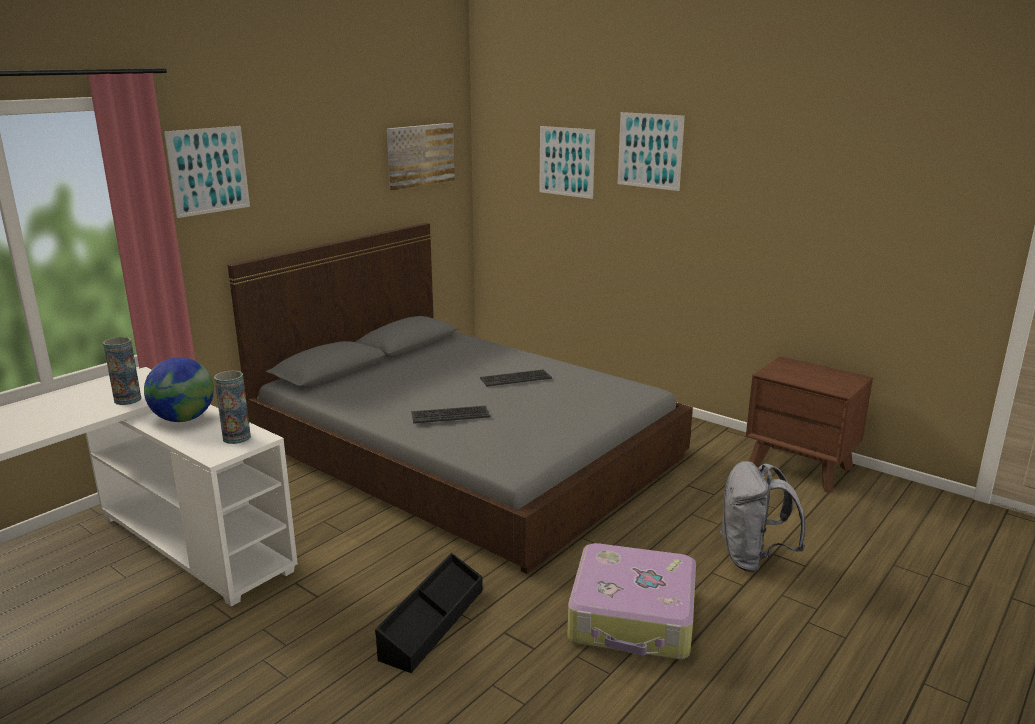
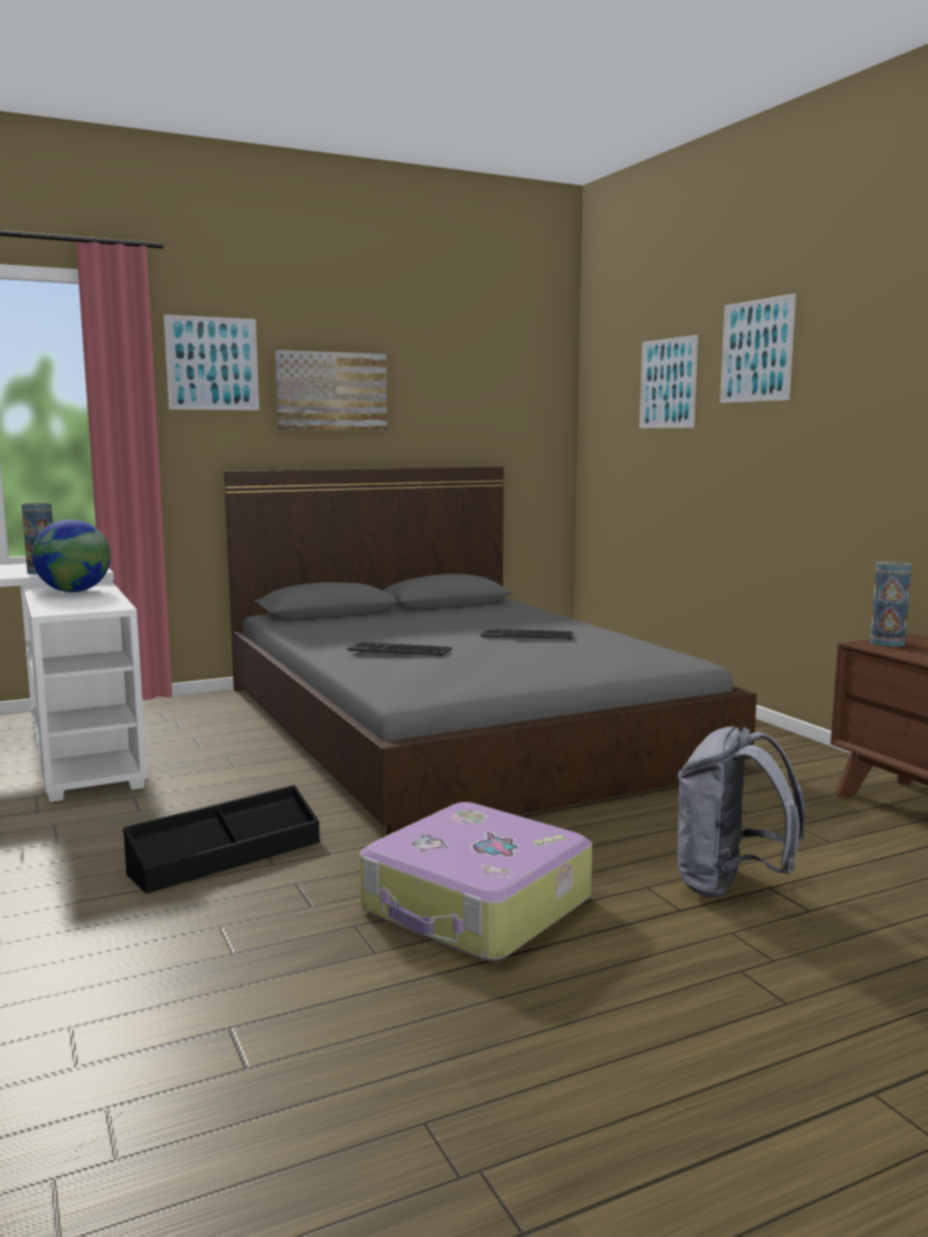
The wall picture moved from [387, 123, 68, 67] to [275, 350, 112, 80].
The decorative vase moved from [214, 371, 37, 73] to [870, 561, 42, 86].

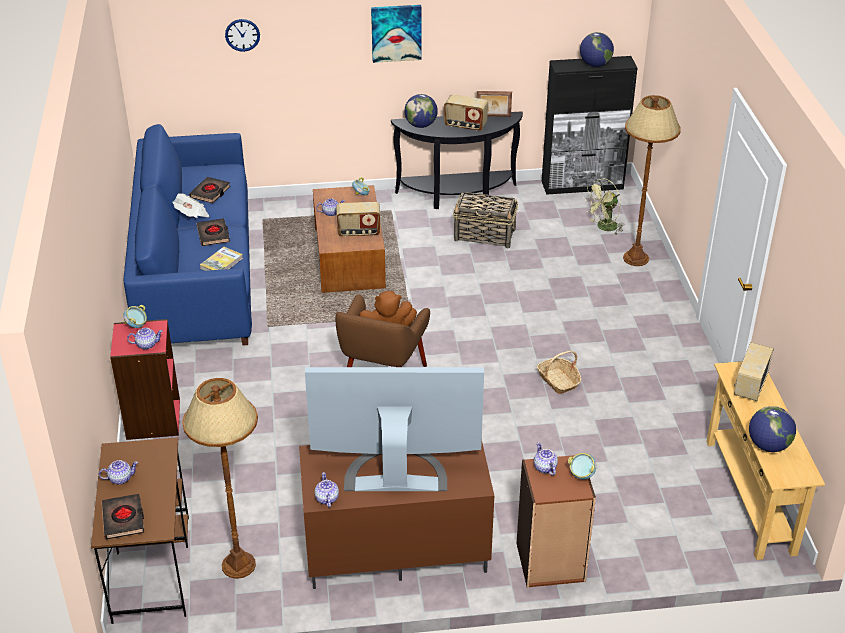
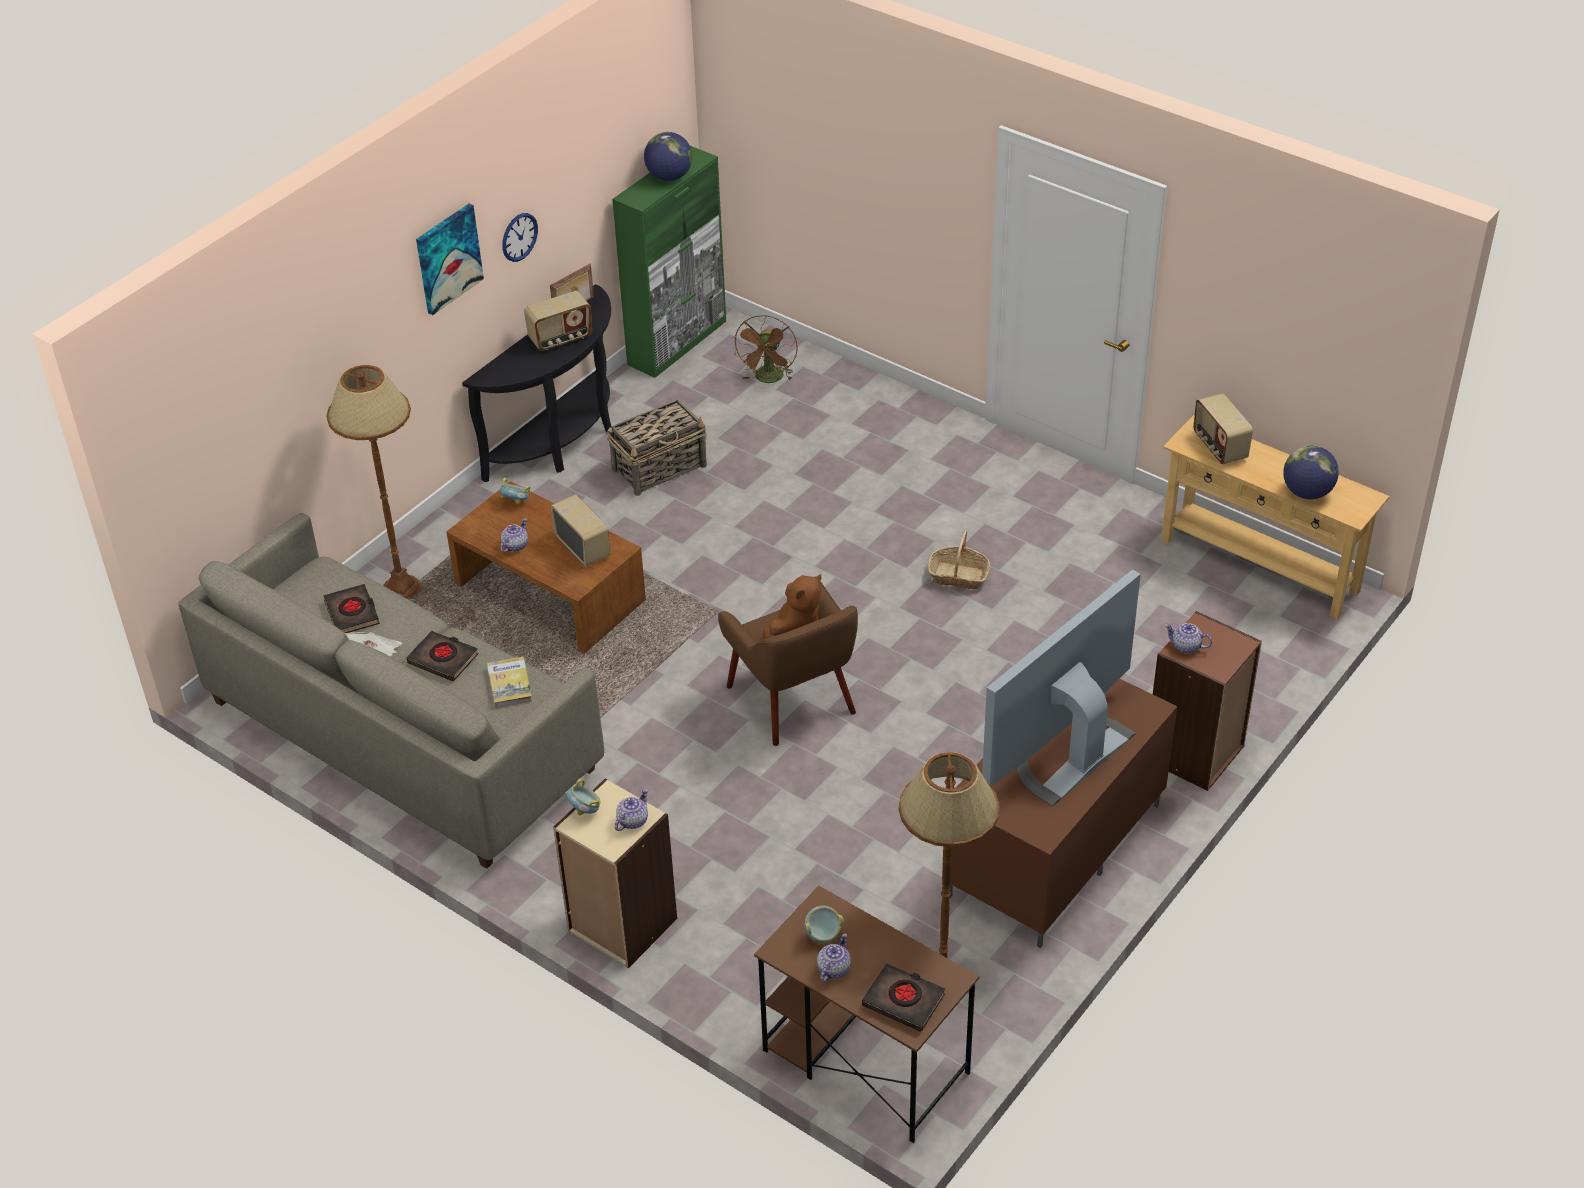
The blue-coloured sofa at [124, 124, 128, 222] became the grey sofa at [179, 513, 425, 356].
The brown standing lamp moved from [623, 95, 58, 171] to [327, 365, 94, 235].
The wall clock moved from [225, 19, 35, 33] to [502, 213, 36, 49].
The radio set at [336, 202, 44, 35] turned 75 degrees counterclockwise.
The red-coloured bookcase at [110, 319, 70, 121] became the beige bookcase at [553, 778, 124, 190].
The black cabinet at [542, 56, 95, 139] became the green cabinet at [612, 146, 114, 232].
The green fan at [587, 179, 37, 56] became the brown fan at [734, 315, 64, 68].
The bowl moved from [568, 453, 29, 27] to [805, 906, 39, 37].
The teapot at [314, 472, 25, 36] disappeared.
The globe at [404, 94, 34, 34] disappeared.

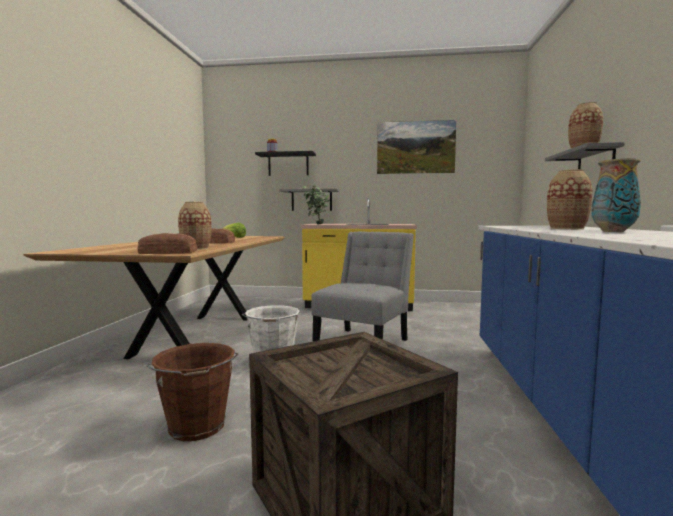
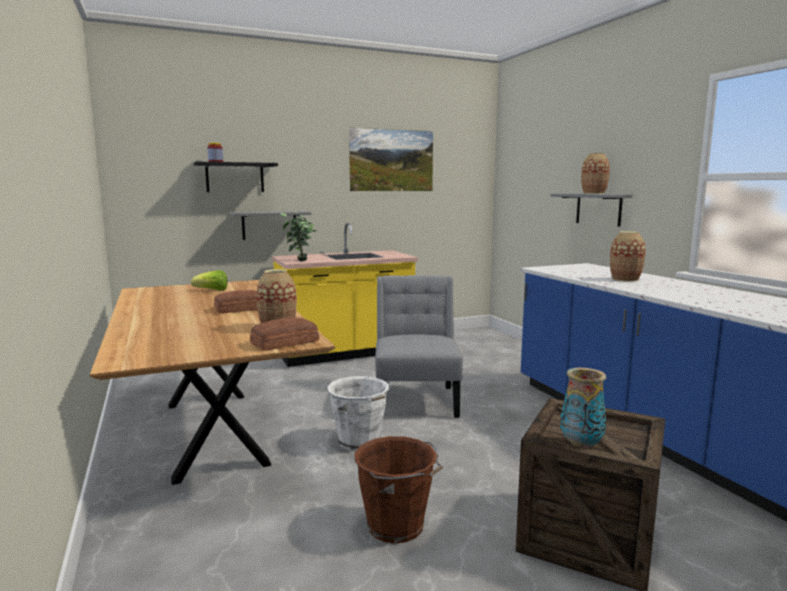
The decorative vase moved from [591, 158, 50, 74] to [560, 368, 46, 80].

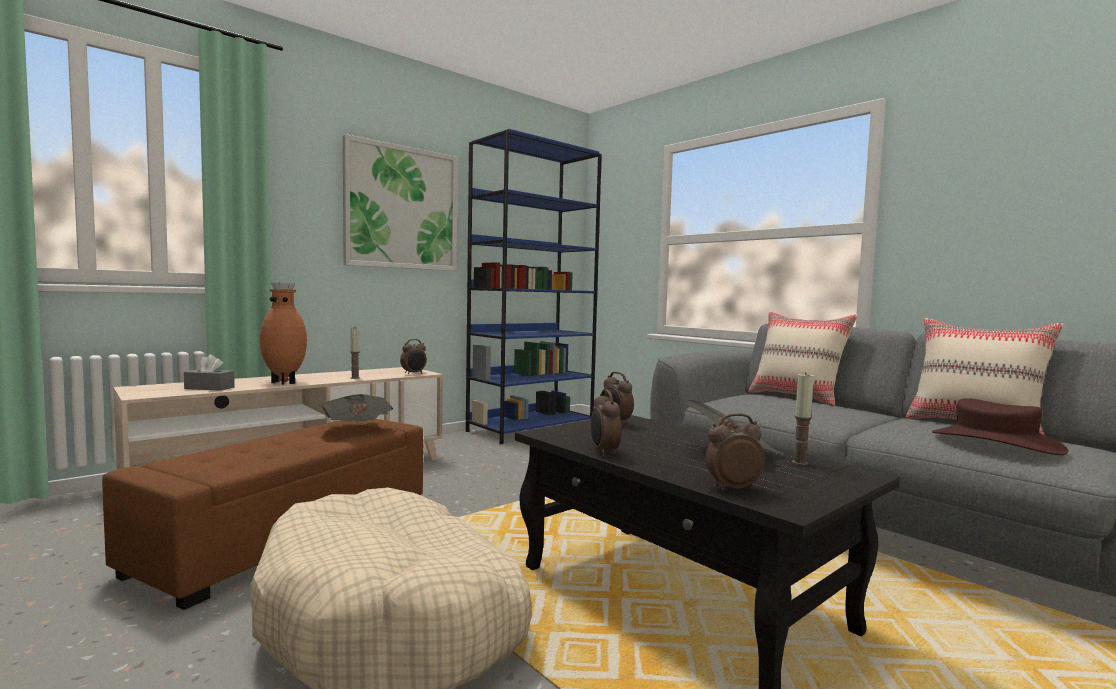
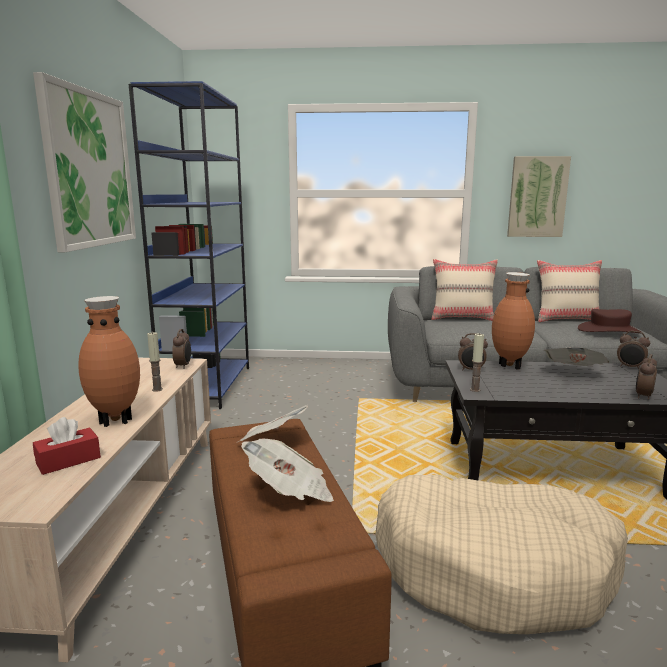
The grey box of tissues at [184, 355, 51, 36] became the red-coloured box of tissues at [33, 417, 68, 58].
The printed paper at [241, 439, 93, 63] appeared.
The wax candle moved from [792, 372, 22, 93] to [470, 333, 14, 59].
The brown decorative vase at [492, 272, 43, 98] appeared.
The wall picture at [507, 156, 64, 81] appeared.
The table clock moved from [591, 389, 30, 67] to [617, 331, 33, 38].

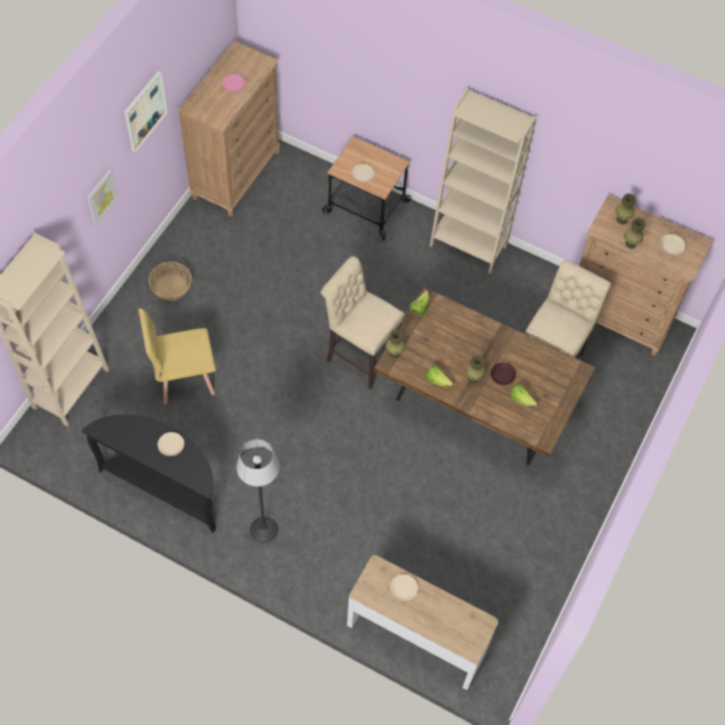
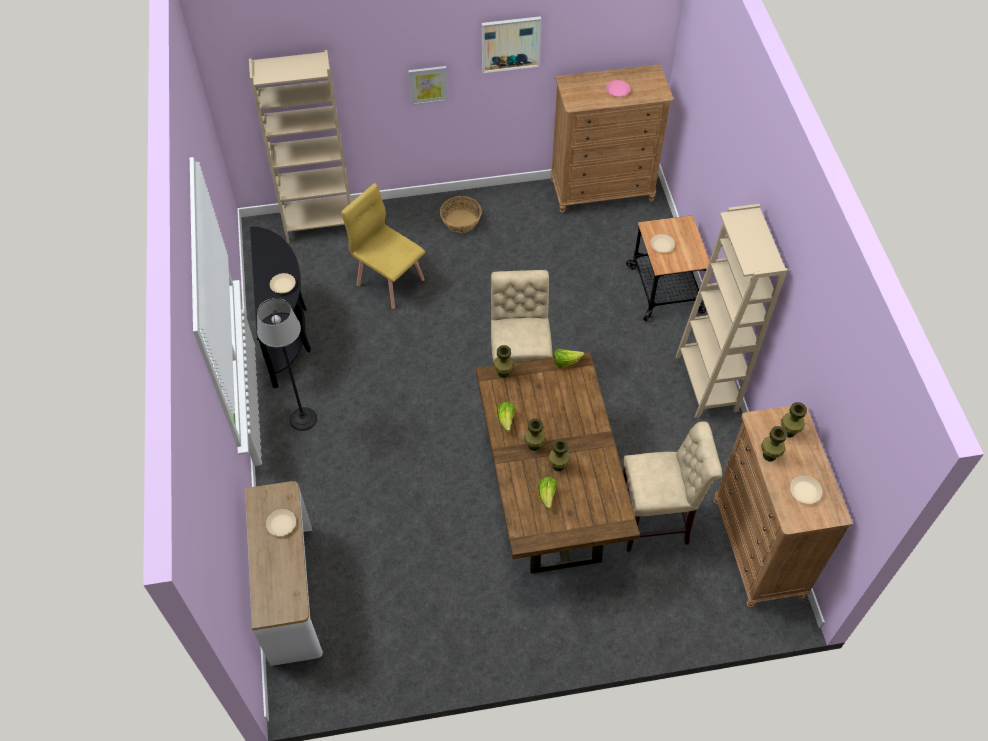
The brown flat dish at [491, 363, 25, 22] was replaced by the green decorative vase at [548, 439, 22, 32].

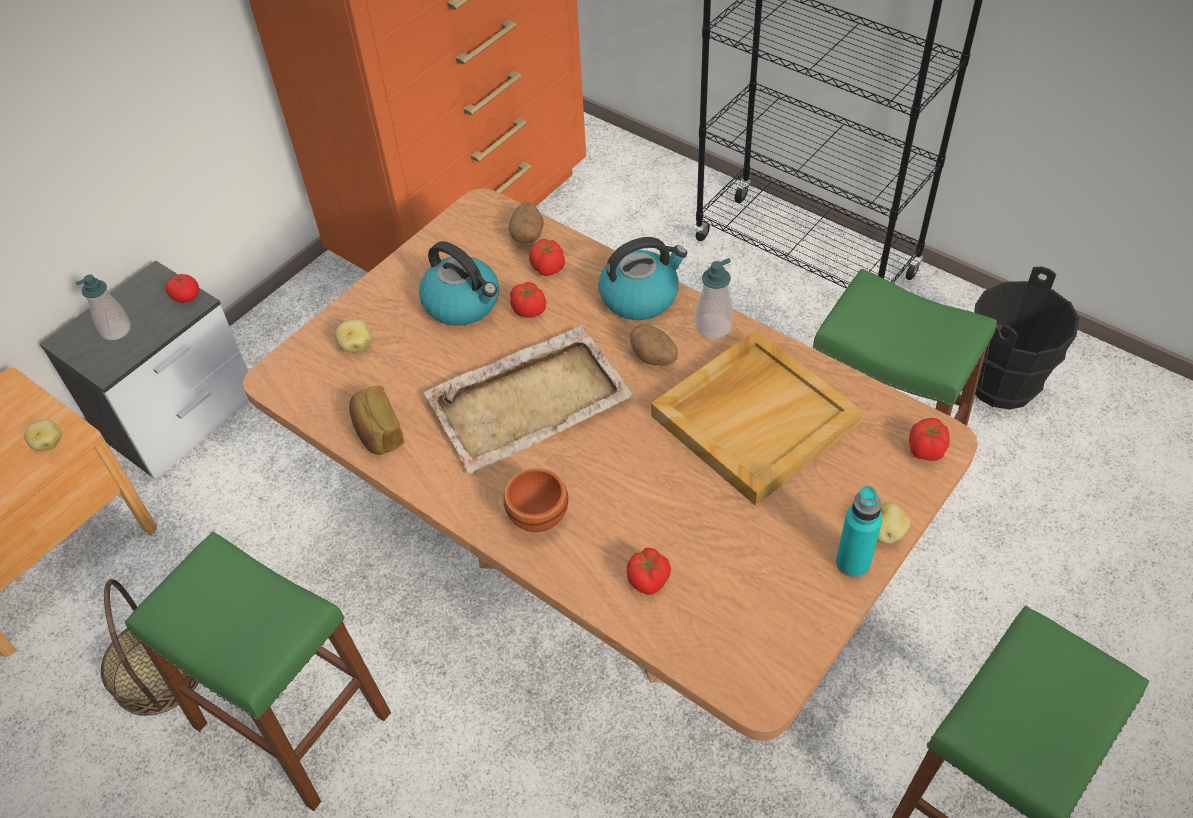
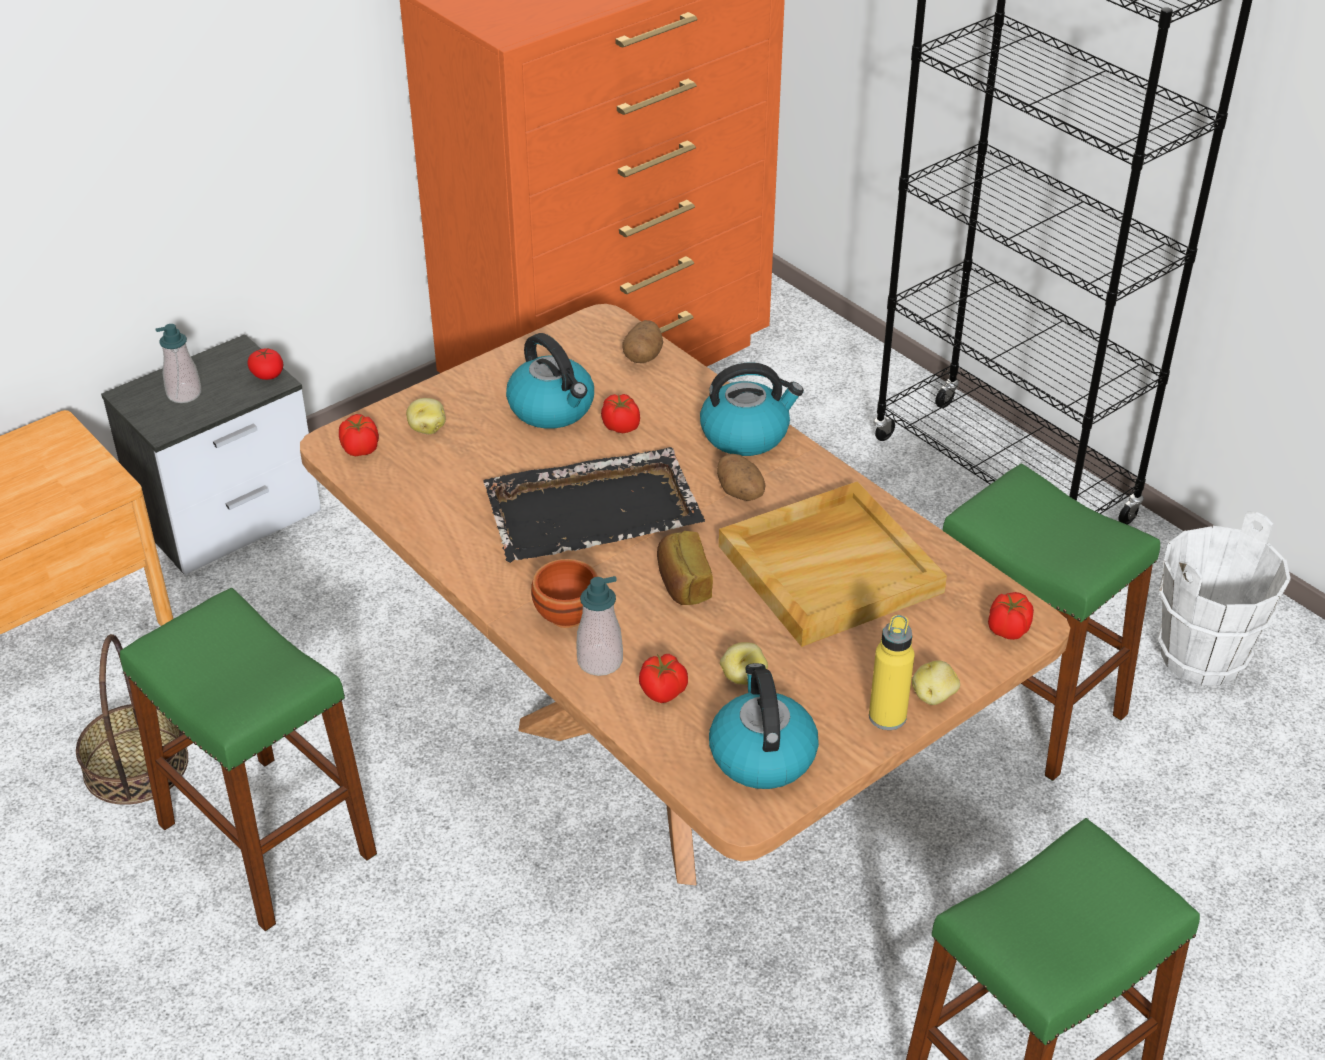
The whole tomato moved from [529, 239, 36, 37] to [339, 414, 40, 42].
The beige tray at [424, 325, 210, 149] became the black tray at [483, 447, 222, 116].
The soap dispenser moved from [696, 258, 37, 81] to [576, 576, 47, 100].
The bread moved from [349, 386, 55, 69] to [657, 531, 56, 74].
The kettle at [709, 663, 110, 126] appeared.
The potato moved from [24, 419, 38, 32] to [720, 642, 48, 43].
The turquoise-coloured drink bottle at [836, 486, 46, 92] became the yellow-coloured drink bottle at [869, 615, 46, 115].
The black water bucket at [974, 266, 105, 144] became the white water bucket at [1158, 512, 133, 173].

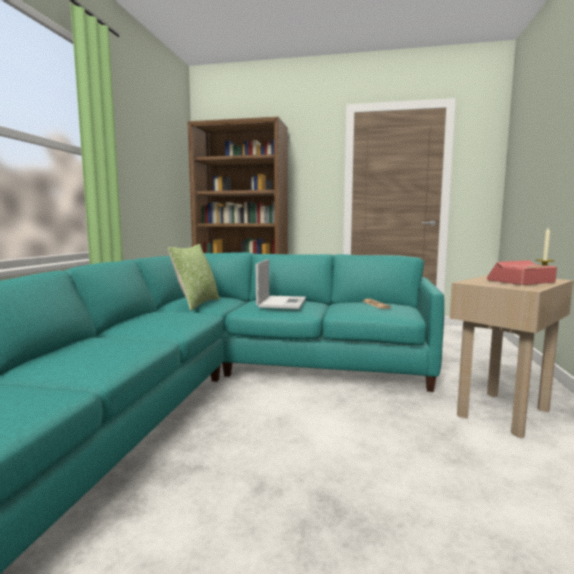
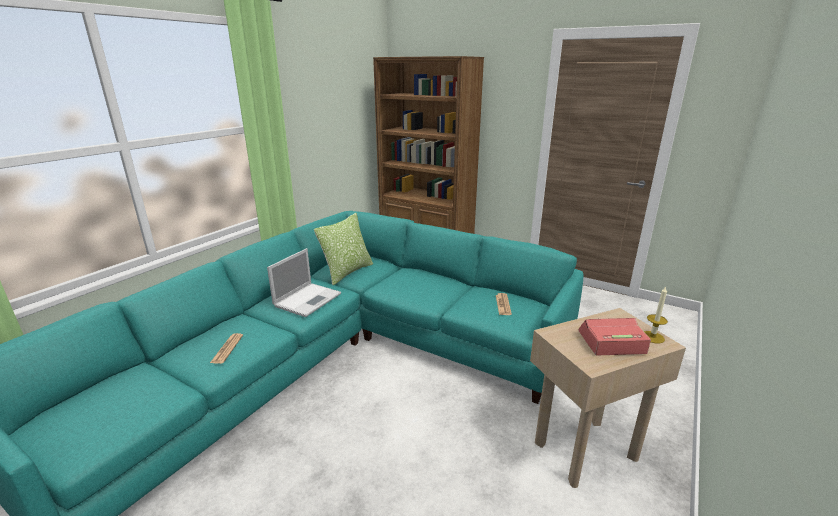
The printed paper at [210, 333, 33, 31] appeared.
The laptop moved from [256, 259, 50, 50] to [267, 248, 74, 69].

